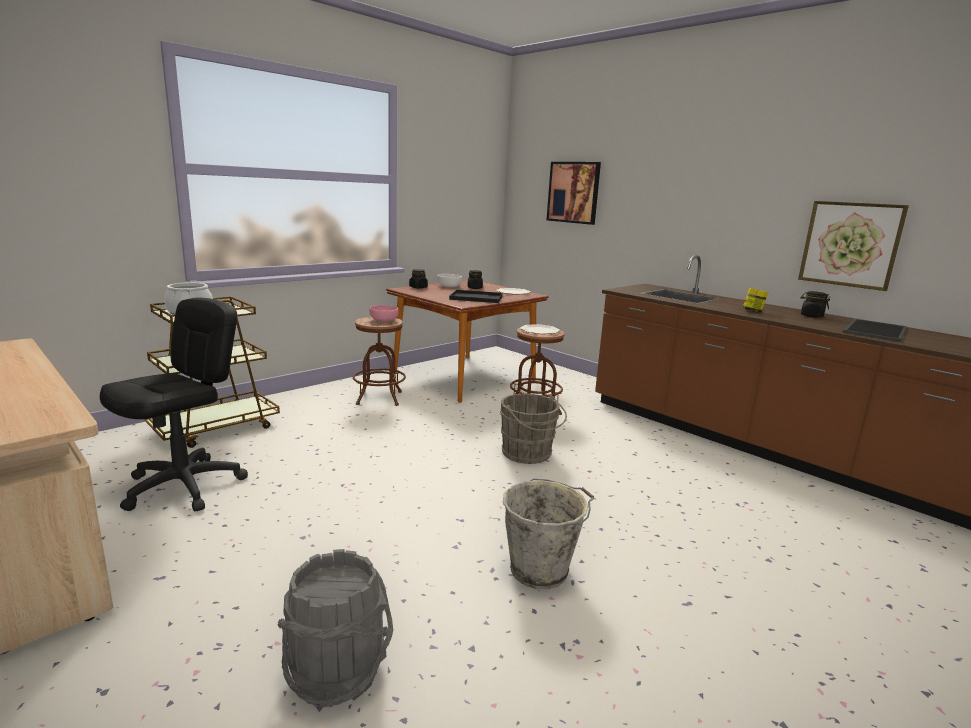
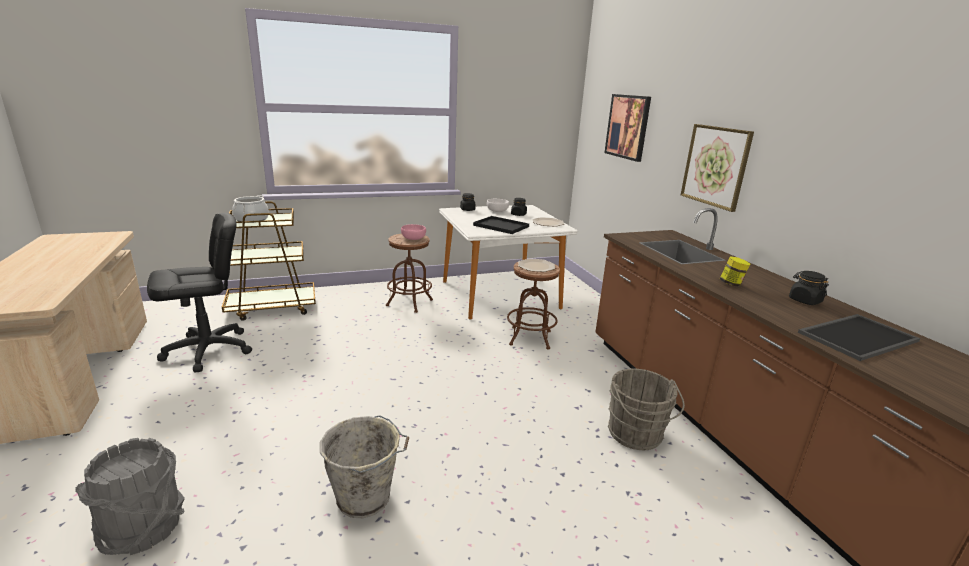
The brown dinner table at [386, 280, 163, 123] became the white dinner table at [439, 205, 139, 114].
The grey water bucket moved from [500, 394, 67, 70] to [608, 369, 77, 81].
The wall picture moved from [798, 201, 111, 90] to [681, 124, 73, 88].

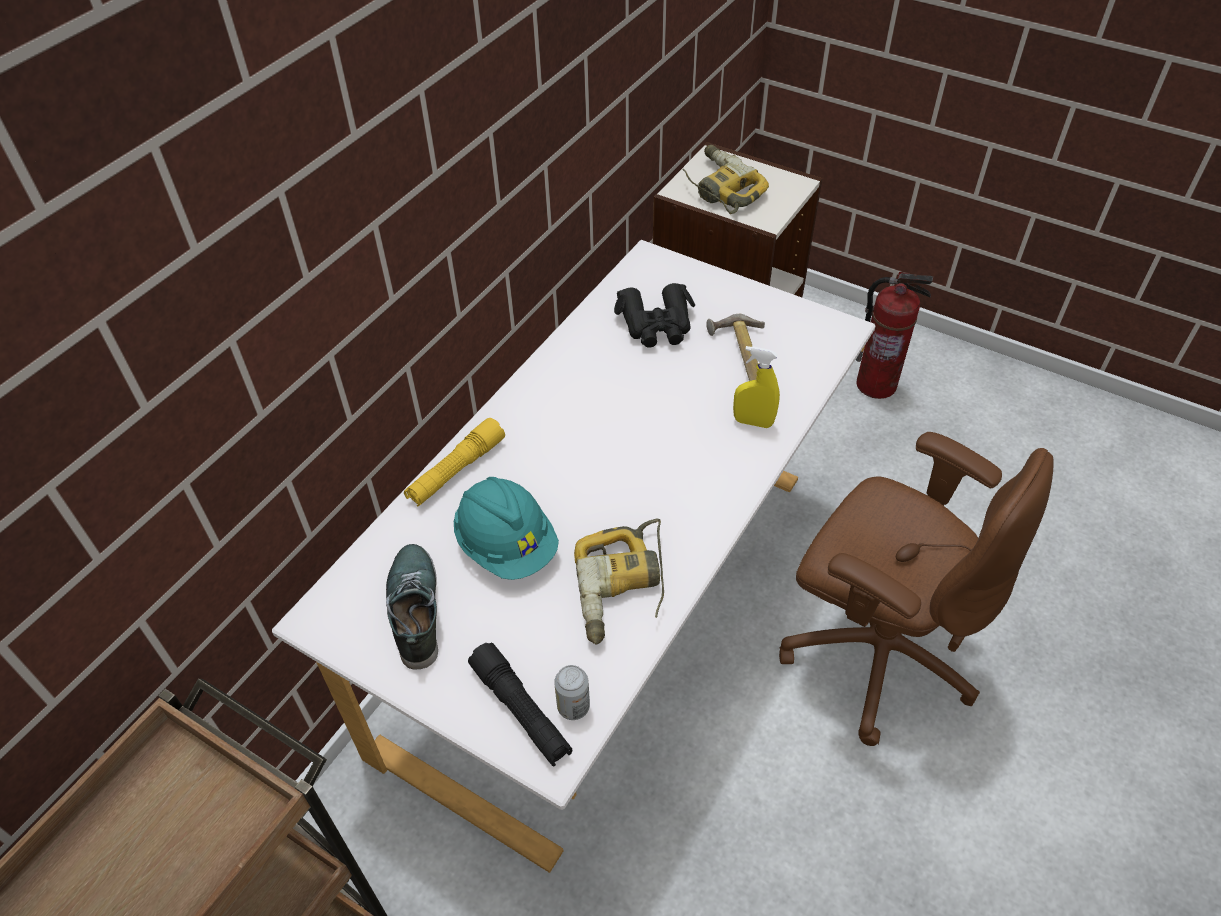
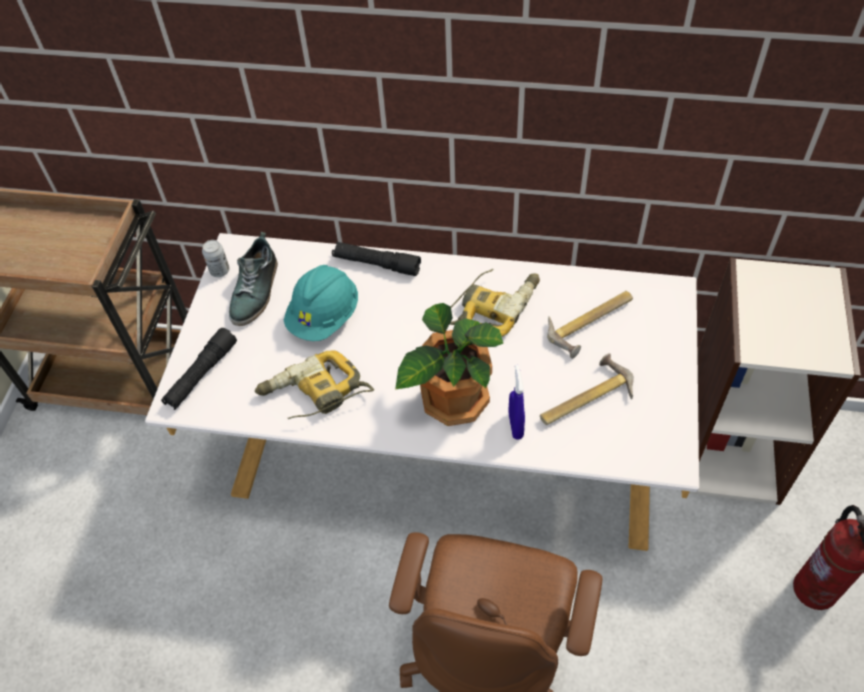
The metal can moved from [554, 665, 36, 55] to [202, 240, 28, 37].
The low shoe at [386, 544, 52, 126] turned 135 degrees clockwise.
The yellow-coloured hand torch at [404, 418, 101, 89] became the black hand torch at [332, 242, 89, 34].
The houseplant at [395, 303, 109, 123] appeared.
The drill moved from [683, 145, 86, 69] to [450, 269, 90, 68].
The yellow-coloured hand sprayer at [733, 346, 47, 82] became the blue-coloured hand sprayer at [509, 365, 16, 75].
The black pair of binoculars at [614, 283, 81, 65] was replaced by the tool hammer at [547, 291, 86, 68].

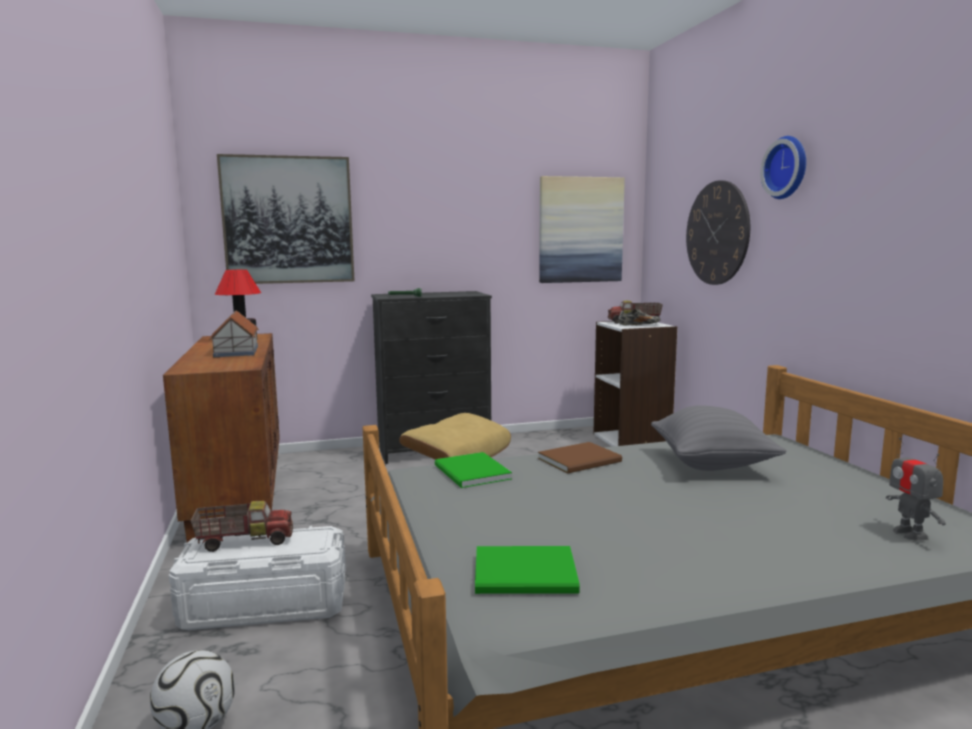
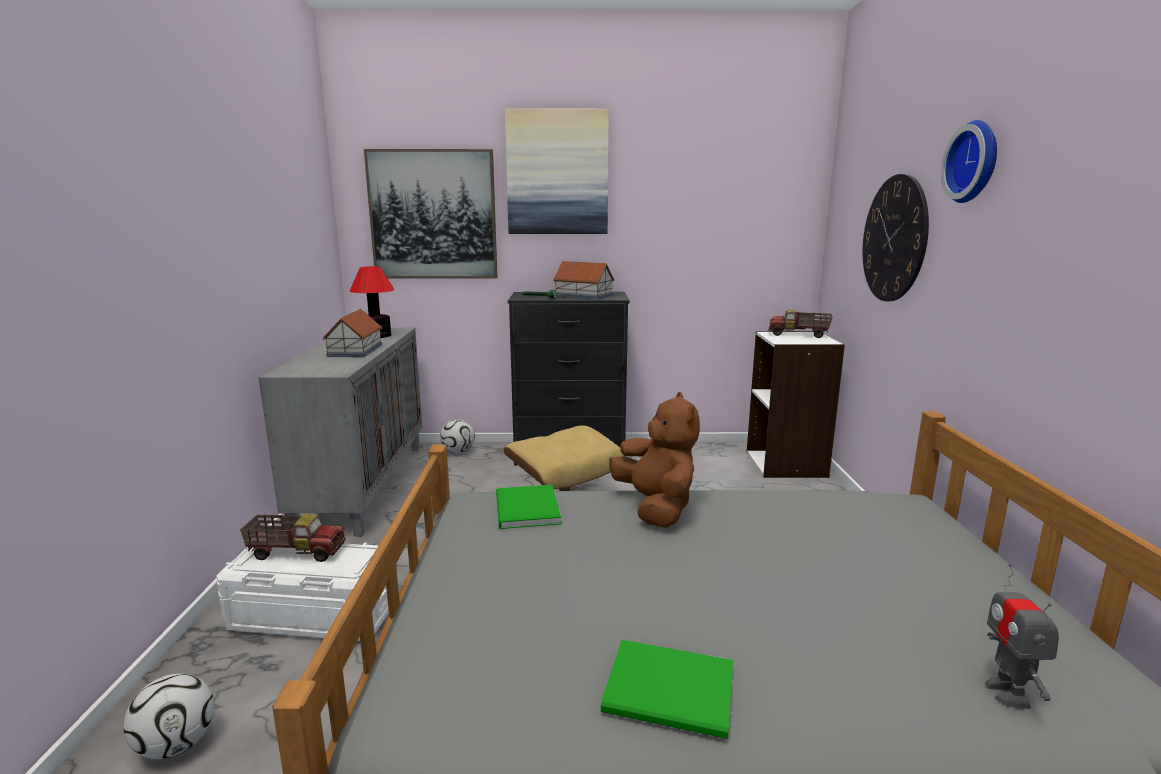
The brown cabinet at [163, 333, 117, 210] became the grey cabinet at [258, 328, 165, 209].
The football ball at [440, 419, 35, 35] appeared.
The wall picture moved from [539, 176, 86, 107] to [505, 109, 104, 125].
The miniature house at [553, 261, 62, 38] appeared.
The green volume moved from [475, 546, 105, 48] to [601, 640, 132, 99].
The brown volume at [538, 442, 84, 31] was replaced by the brown plush toy at [609, 392, 91, 136].
The low shoe at [618, 308, 43, 18] disappeared.
The grey pillow at [651, 405, 135, 66] disappeared.

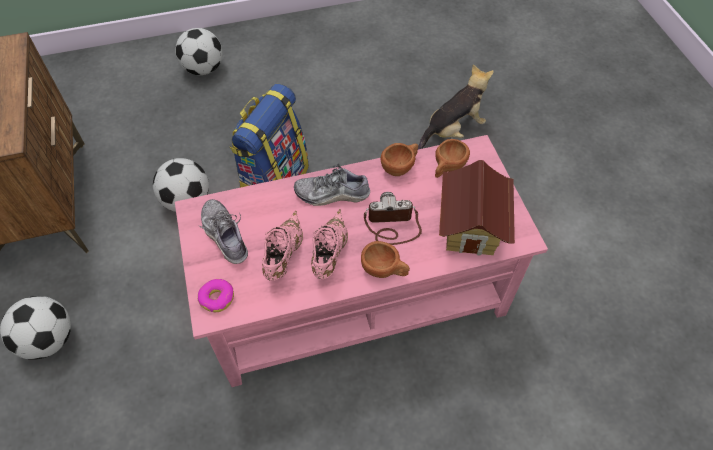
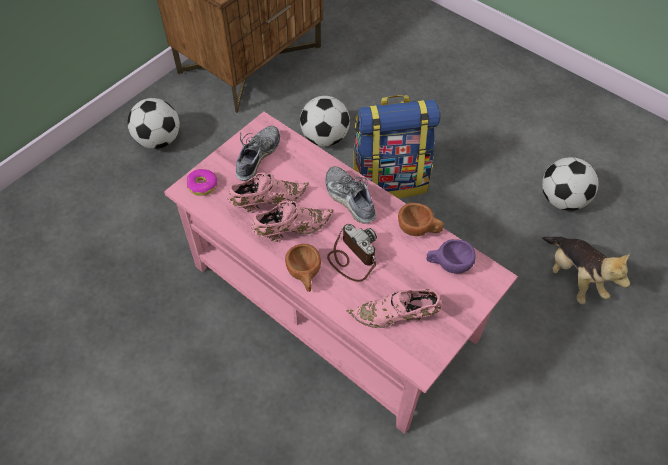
The miniature house at [439, 160, 76, 96] was replaced by the pinkish low shoe at [346, 289, 96, 39].
The brown cup at [435, 139, 35, 39] became the purple cup at [426, 239, 50, 35].
The football ball moved from [175, 28, 47, 47] to [542, 157, 56, 54].
The plush toy at [418, 64, 76, 86] turned 45 degrees clockwise.

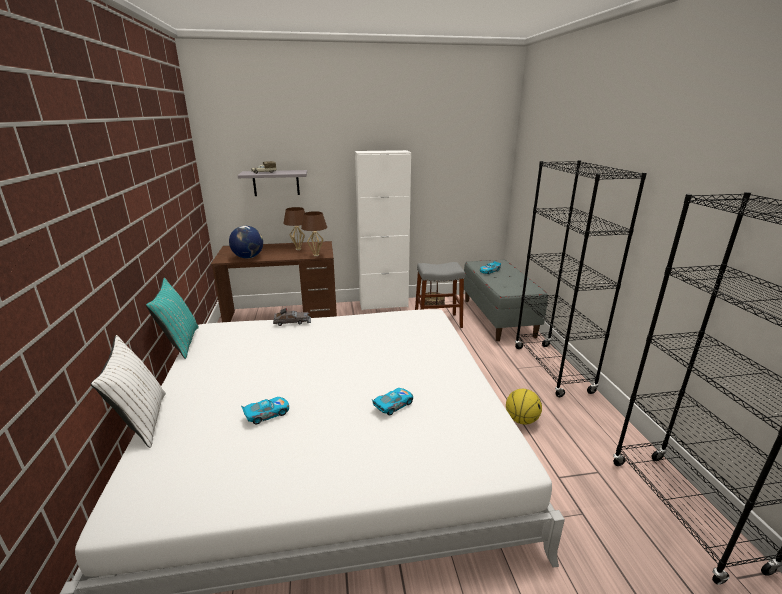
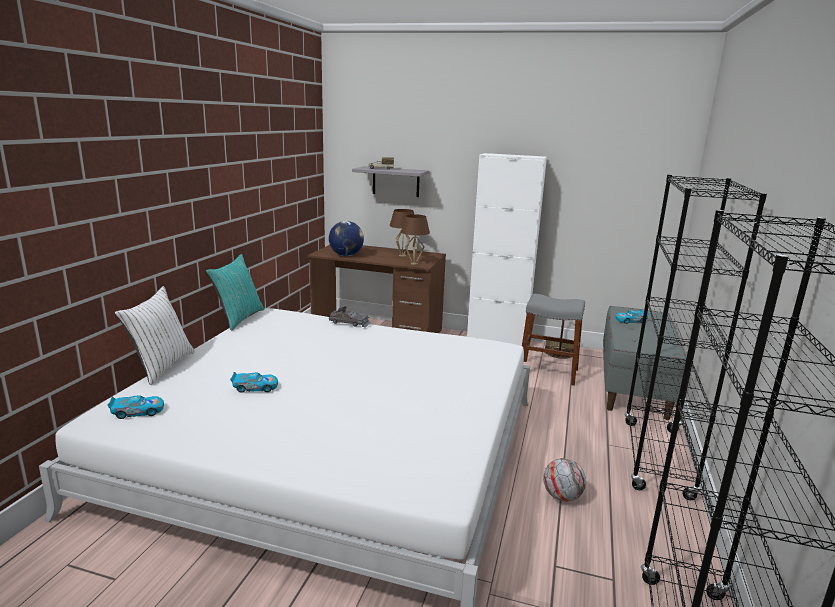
The toy car moved from [372, 388, 41, 28] to [108, 395, 56, 24].
The ball for basketball at [506, 389, 36, 35] was replaced by the football ball at [543, 458, 43, 44].

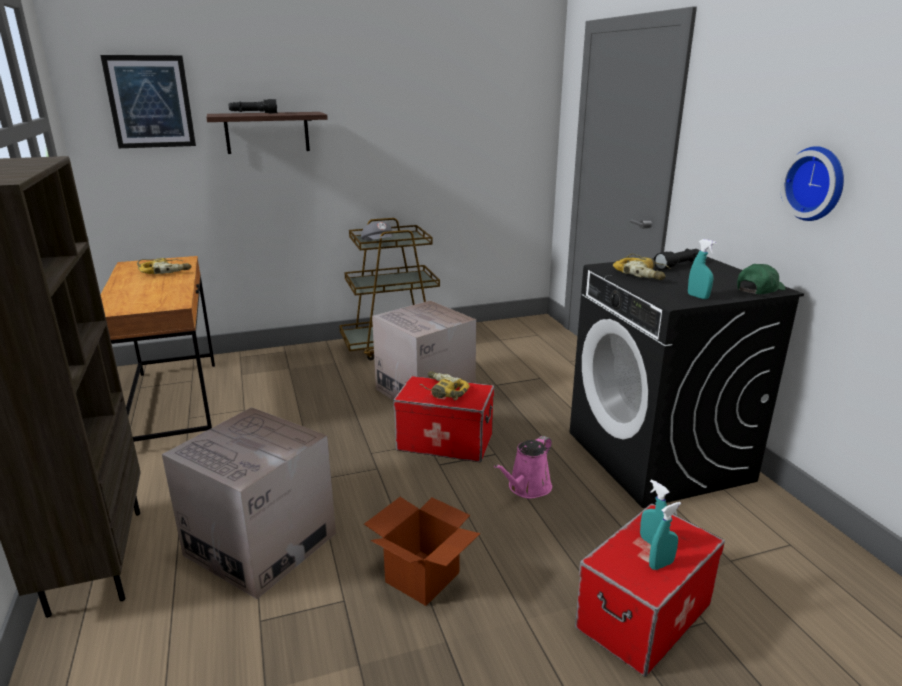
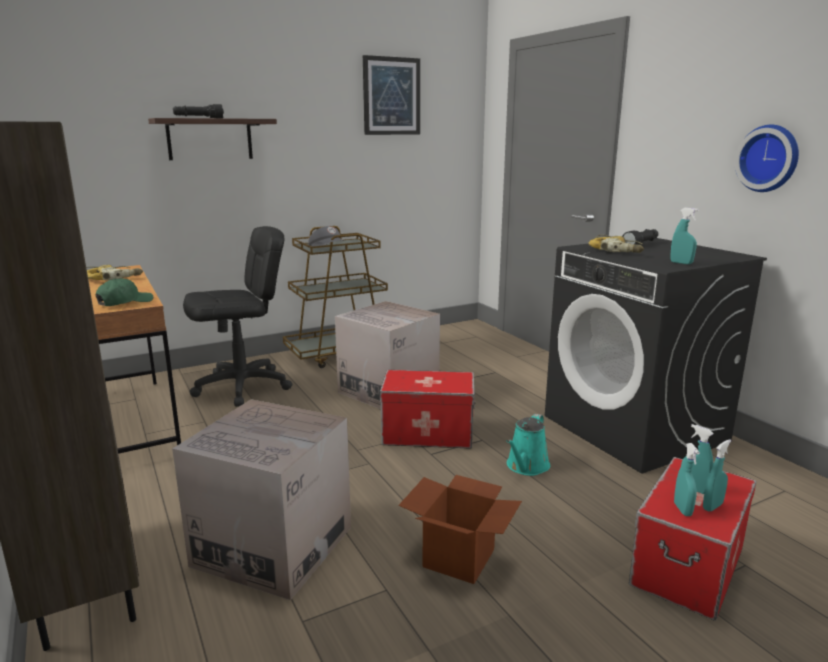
The green cap moved from [737, 264, 49, 30] to [96, 278, 57, 28].
The black office chair at [183, 226, 109, 181] appeared.
The wall picture moved from [100, 55, 96, 93] to [363, 55, 57, 80].
The pinkish watering pot at [494, 436, 58, 63] became the turquoise-coloured watering pot at [506, 414, 44, 62].
The turquoise-coloured hand sprayer at [674, 443, 26, 73] appeared.
The drill at [420, 371, 50, 29] disappeared.

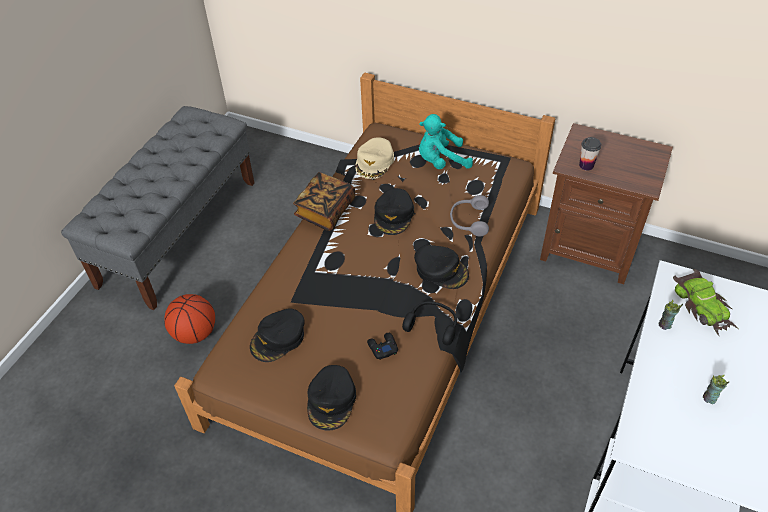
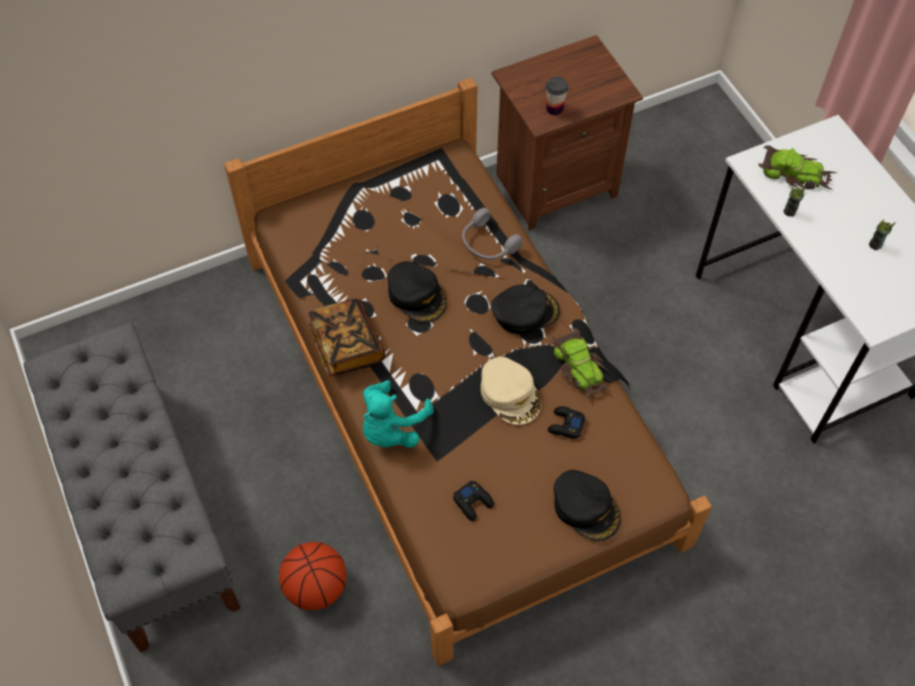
The turquoise-coloured plush toy moved from [419, 114, 54, 55] to [363, 380, 71, 68].
The black cap at [250, 308, 54, 54] was replaced by the black gamepad at [453, 481, 41, 40].
The beige cap moved from [355, 137, 39, 42] to [481, 357, 60, 68].
The black headset at [402, 301, 55, 44] was replaced by the toy car at [551, 328, 59, 72].

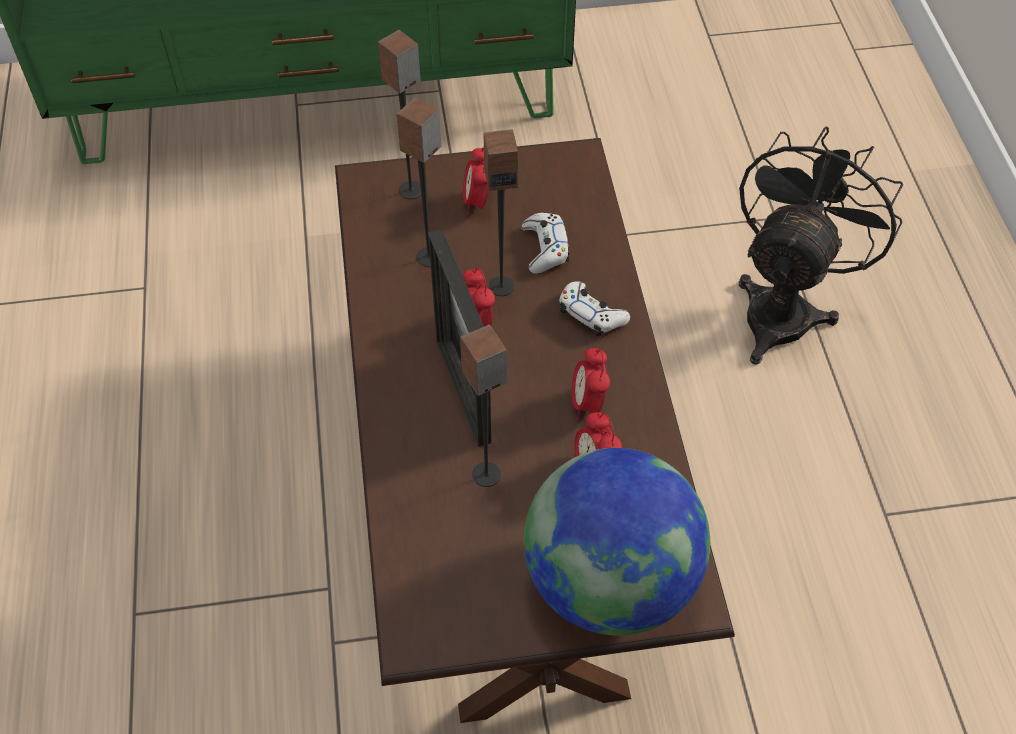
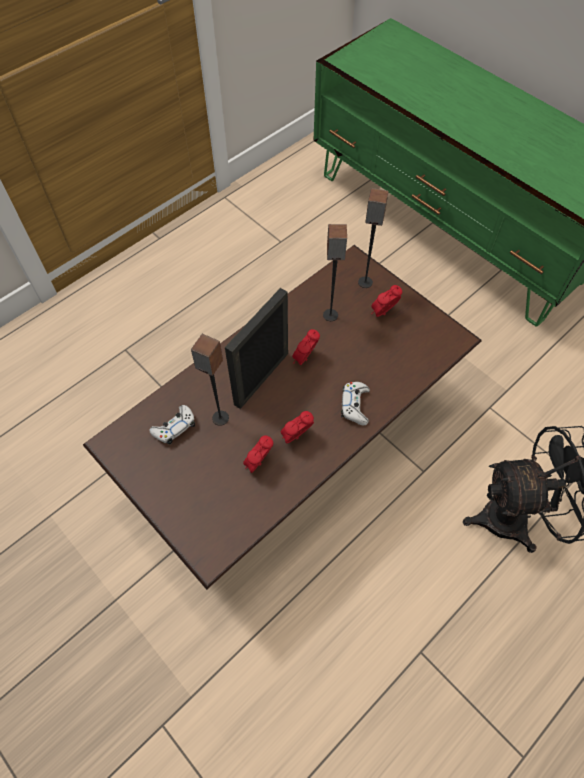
The white gamepad moved from [521, 213, 49, 61] to [150, 405, 45, 39].
The audio speaker at [484, 129, 34, 167] disappeared.
The globe at [524, 448, 186, 187] disappeared.

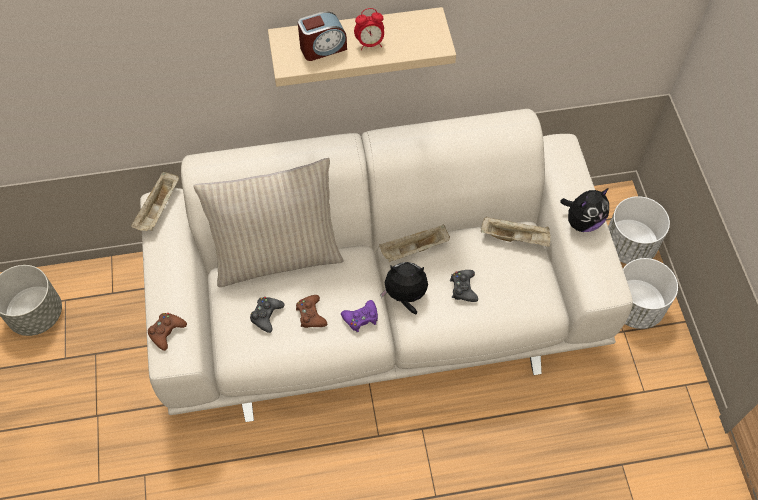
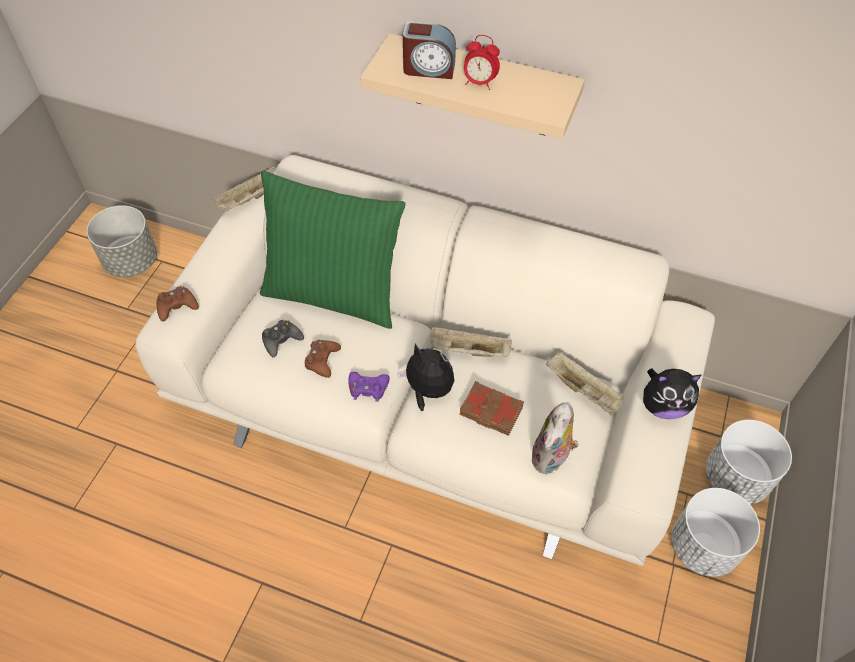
The beige pillow at [193, 158, 151, 129] became the green pillow at [260, 171, 146, 158].
The black gamepad at [450, 270, 28, 32] was replaced by the brown volume at [460, 381, 64, 55].
The plush toy at [532, 402, 47, 72] appeared.

